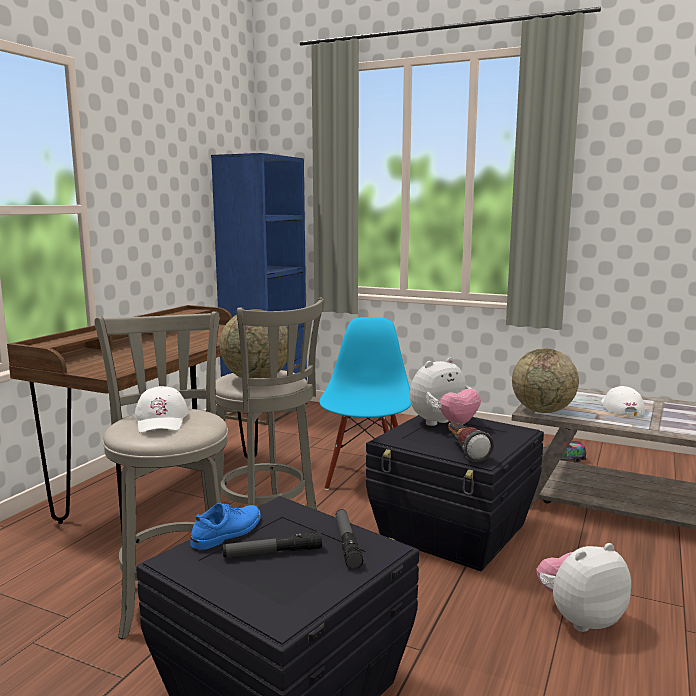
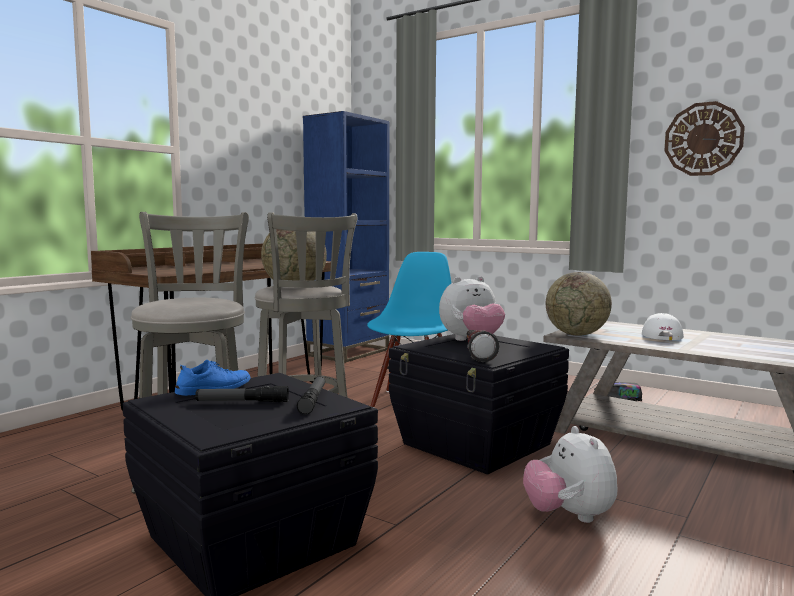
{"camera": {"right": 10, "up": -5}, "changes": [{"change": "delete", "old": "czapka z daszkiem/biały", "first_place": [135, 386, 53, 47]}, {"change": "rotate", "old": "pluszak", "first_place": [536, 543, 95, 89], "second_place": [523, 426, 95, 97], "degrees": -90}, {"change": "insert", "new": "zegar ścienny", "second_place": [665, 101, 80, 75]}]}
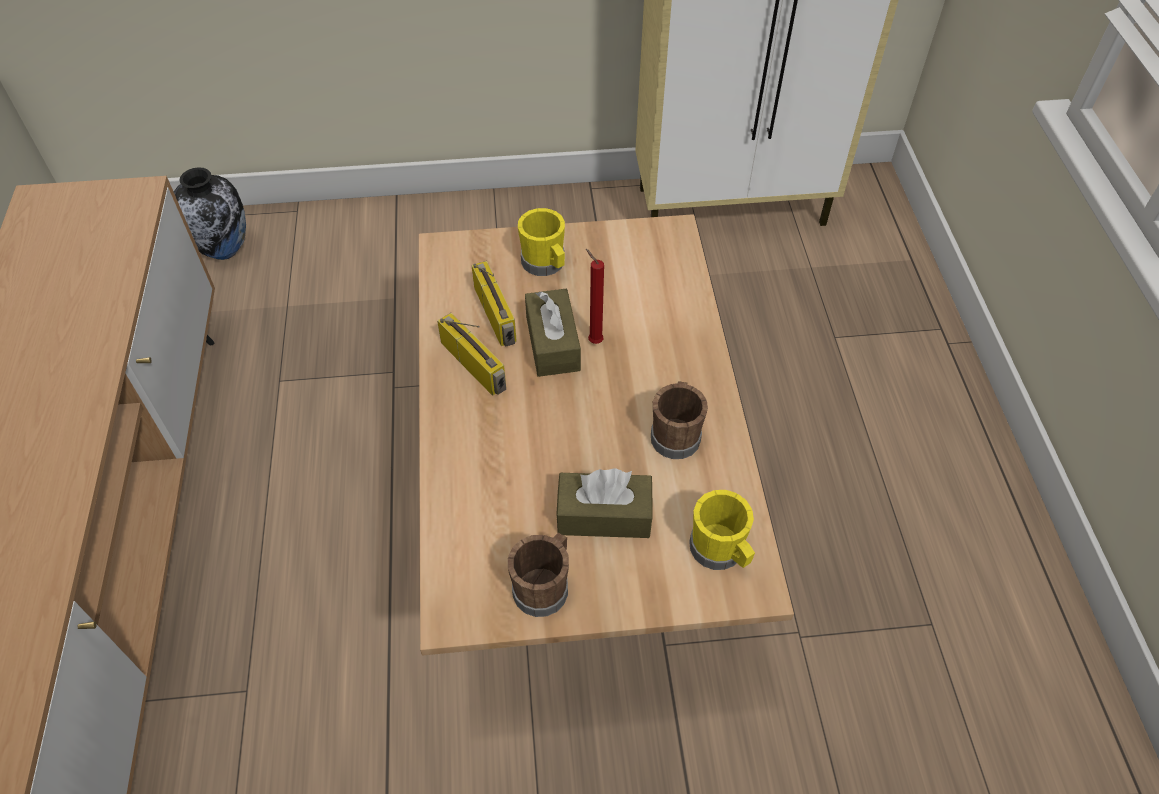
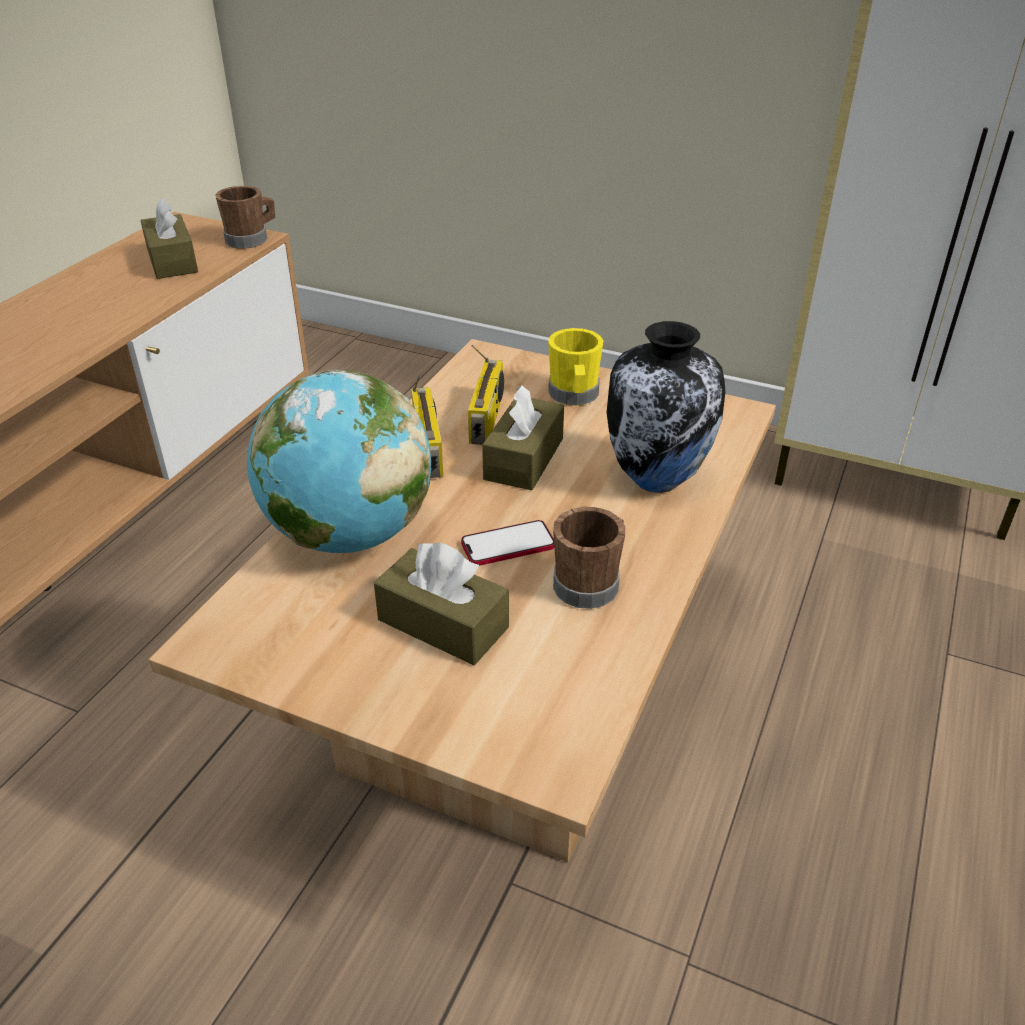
{"camera": {"right": 30, "up": -15}, "changes": [{"change": "move", "old": "wazon", "first_place": [174, 167, 72, 93], "second_place": [607, 321, 119, 172]}, {"change": "move", "old": "kubek/brązowy", "first_place": [508, 533, 61, 84], "second_place": [215, 186, 60, 63]}, {"change": "delete", "old": "świeca/czerwony", "first_place": [586, 249, 18, 95]}, {"change": "delete", "old": "kubek/żółty", "first_place": [689, 490, 66, 80]}, {"change": "insert", "new": "pudełko chusteczek/brązowy", "second_place": [140, 198, 58, 81]}, {"change": "insert", "new": "globus", "second_place": [247, 370, 184, 183]}, {"change": "insert", "new": "telefon", "second_place": [461, 520, 93, 46]}]}
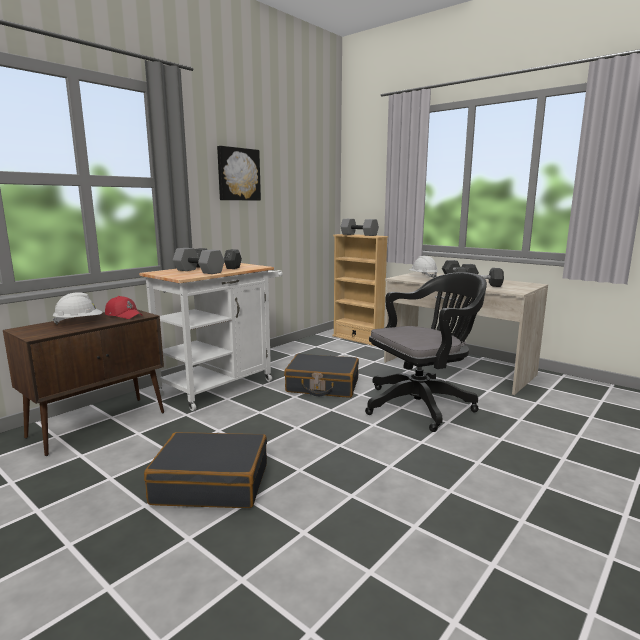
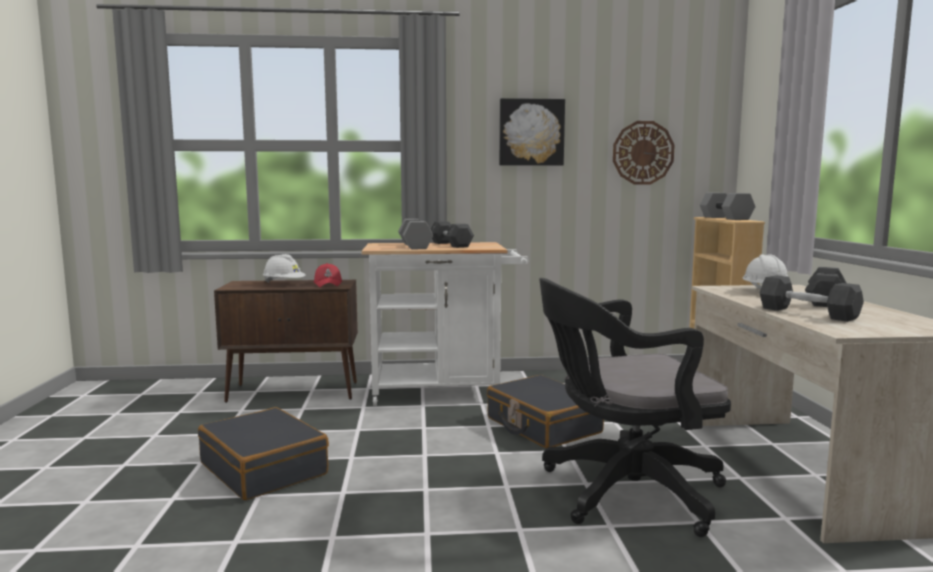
{"camera": {"right": 45, "up": -5}, "changes": [{"change": "rotate", "old": "krzesło biurowe/czarny", "first_place": [365, 272, 122, 160], "second_place": [539, 278, 192, 259], "degrees": 150}, {"change": "insert", "new": "zegar ścienny", "second_place": [613, 121, 62, 64]}]}
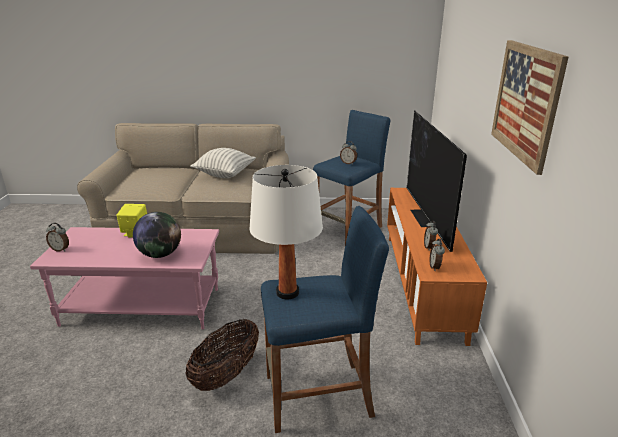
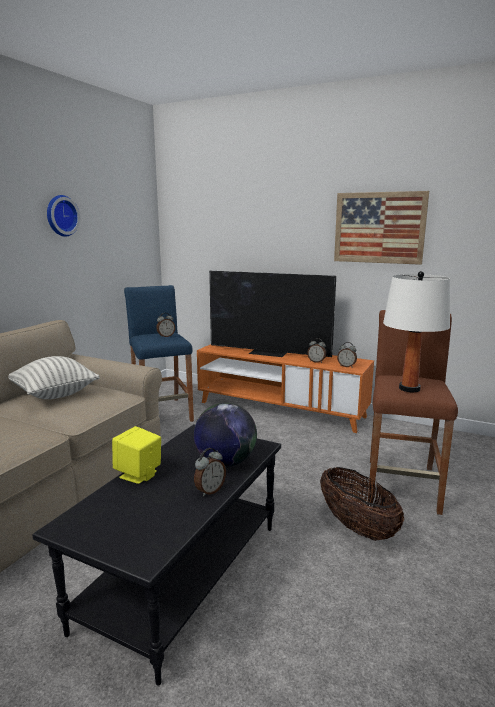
{"camera": {"right": -65, "up": -10}, "changes": [{"change": "recolor", "old": "ława/różowy", "new": "ława/czarny", "first_place": [30, 227, 189, 103], "second_place": [32, 424, 249, 262]}, {"change": "move", "old": "budzik", "first_place": [46, 223, 23, 29], "second_place": [194, 448, 32, 49]}, {"change": "recolor", "old": "stołek/niebieski", "new": "stołek/brązowy", "first_place": [261, 206, 128, 227], "second_place": [368, 310, 90, 205]}, {"change": "insert", "new": "zegar ścienny", "second_place": [47, 195, 33, 42]}]}
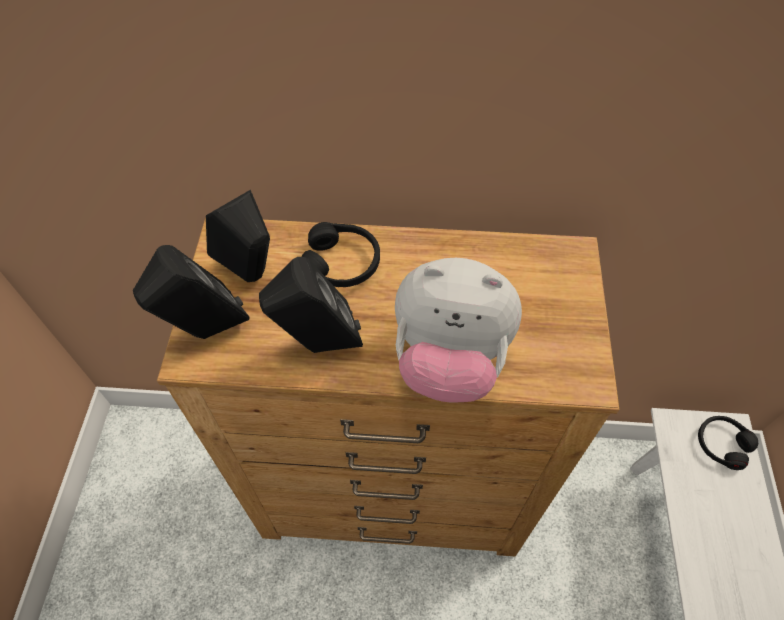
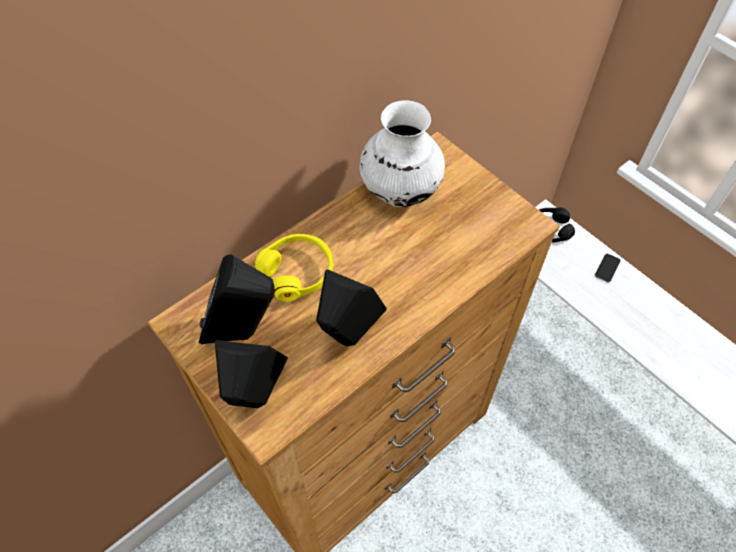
{"camera": {"right": -45, "up": 0}, "changes": [{"change": "recolor", "old": "słuchawki/czarny", "new": "słuchawki/żółty", "first_place": [301, 222, 79, 65], "second_place": [255, 234, 78, 68]}, {"change": "delete", "old": "pluszak", "first_place": [395, 258, 127, 144]}, {"change": "insert", "new": "wazon/biały", "second_place": [360, 100, 85, 107]}, {"change": "insert", "new": "telefon", "second_place": [595, 254, 25, 28]}]}
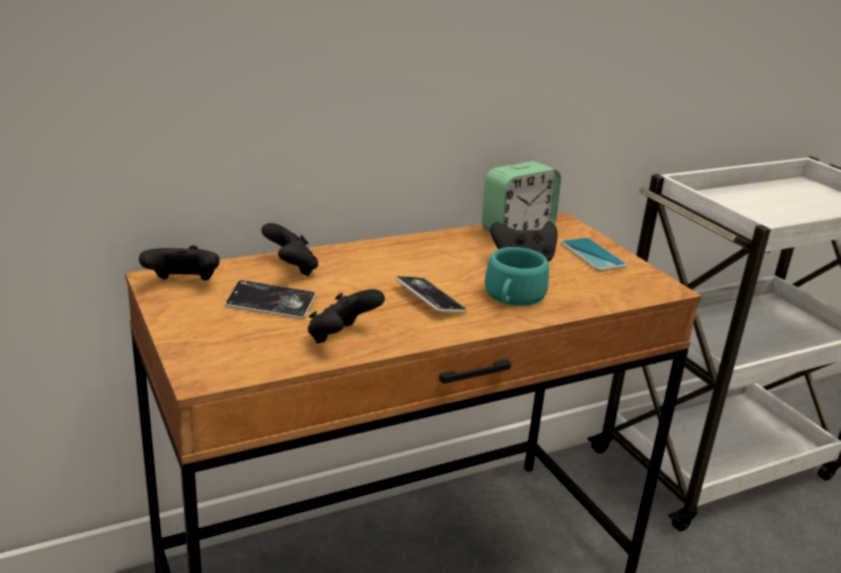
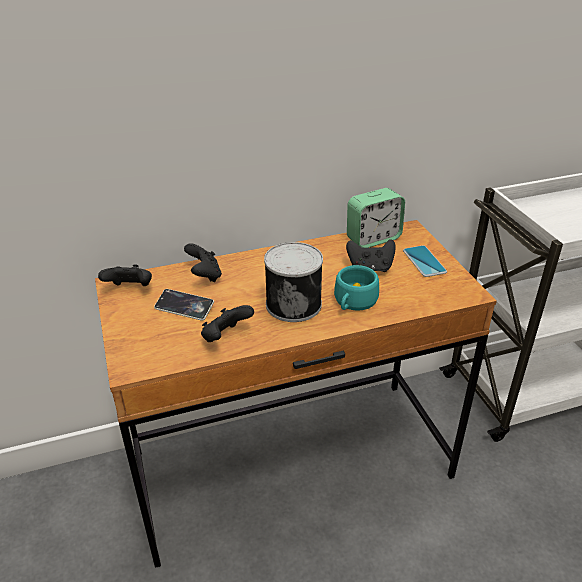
{"camera": {"right": 10, "up": 10}, "changes": [{"change": "replace", "old": "telefon", "new": "puszka", "first_place": [395, 276, 72, 37], "second_place": [264, 242, 59, 80]}]}
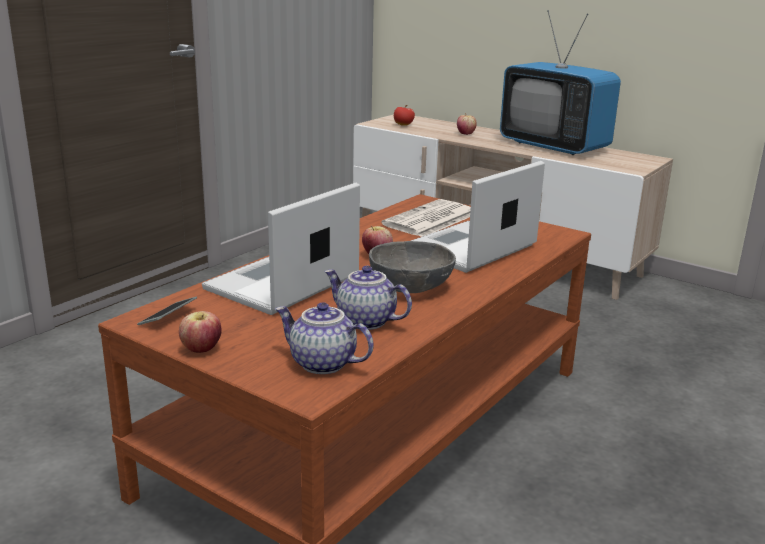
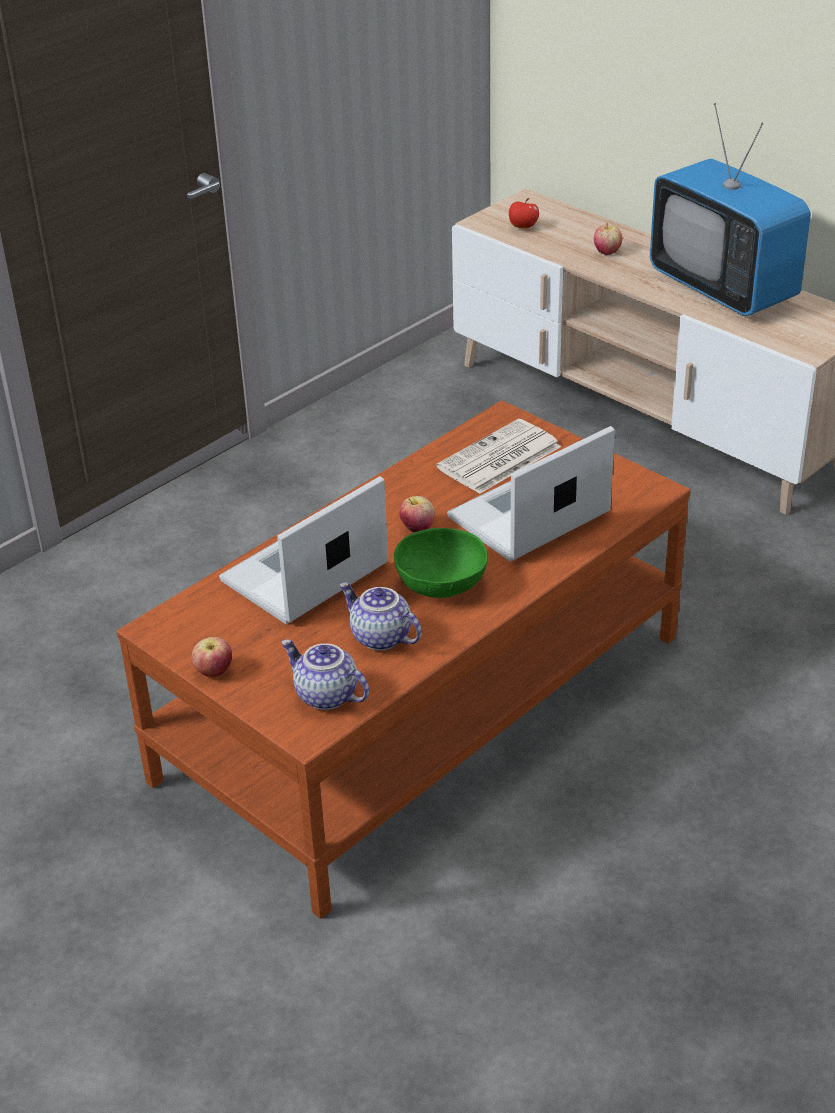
{"camera": {"right": 10, "up": 15}, "changes": [{"change": "delete", "old": "telefon", "first_place": [137, 297, 60, 28]}, {"change": "recolor", "old": "miska/szary", "new": "miska/zielony", "first_place": [369, 241, 87, 52], "second_place": [394, 528, 94, 70]}]}
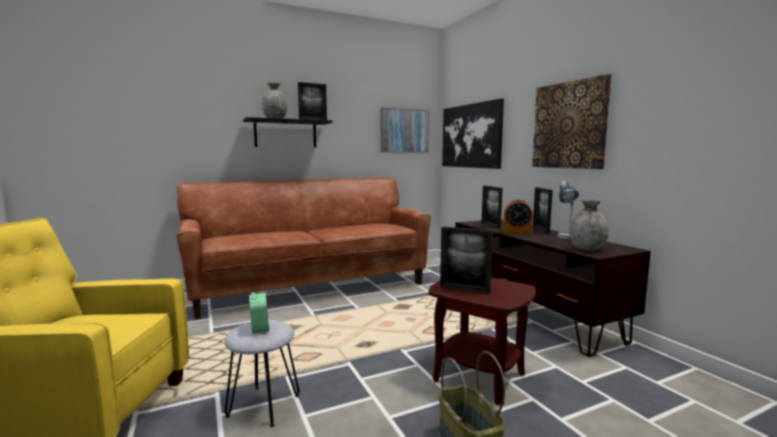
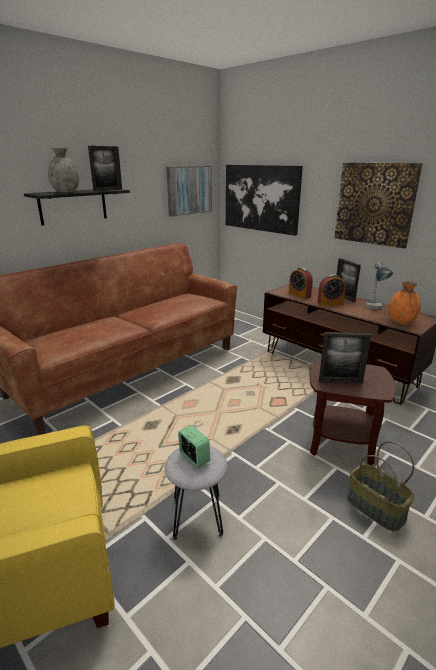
{"camera": {"right": -20, "up": 15}, "changes": [{"change": "replace", "old": "ramka na zdjęcie", "new": "budzik", "first_place": [482, 185, 21, 44], "second_place": [289, 268, 24, 31]}, {"change": "recolor", "old": "wazon/szary", "new": "wazon/pomarańczowy", "first_place": [569, 200, 40, 50], "second_place": [388, 281, 33, 43]}]}
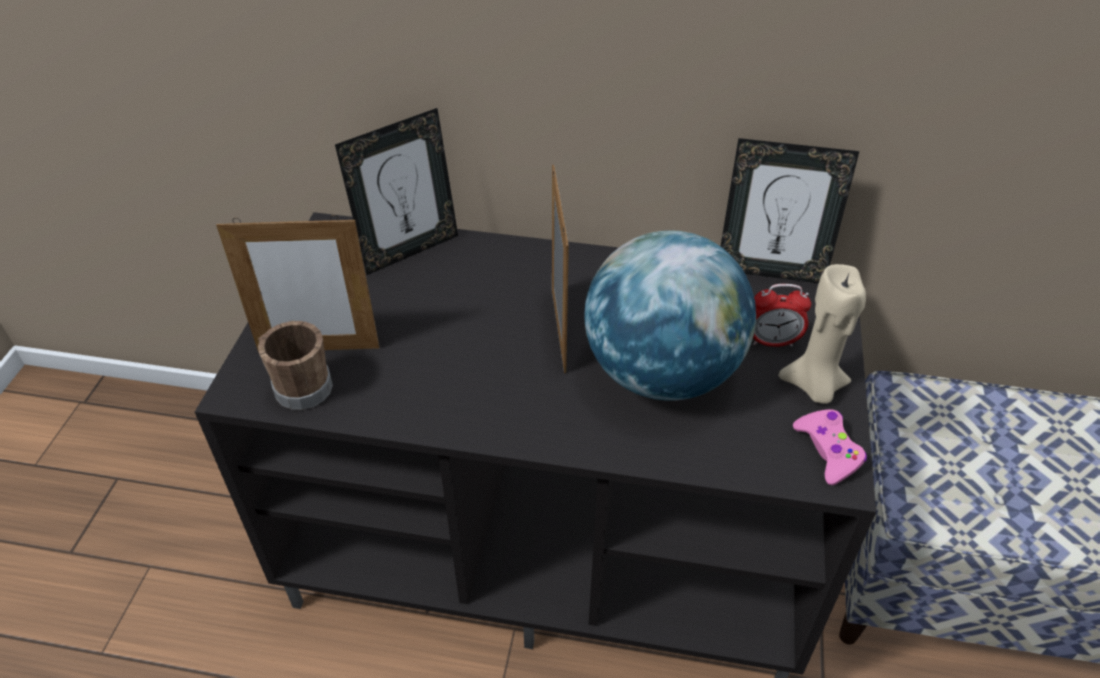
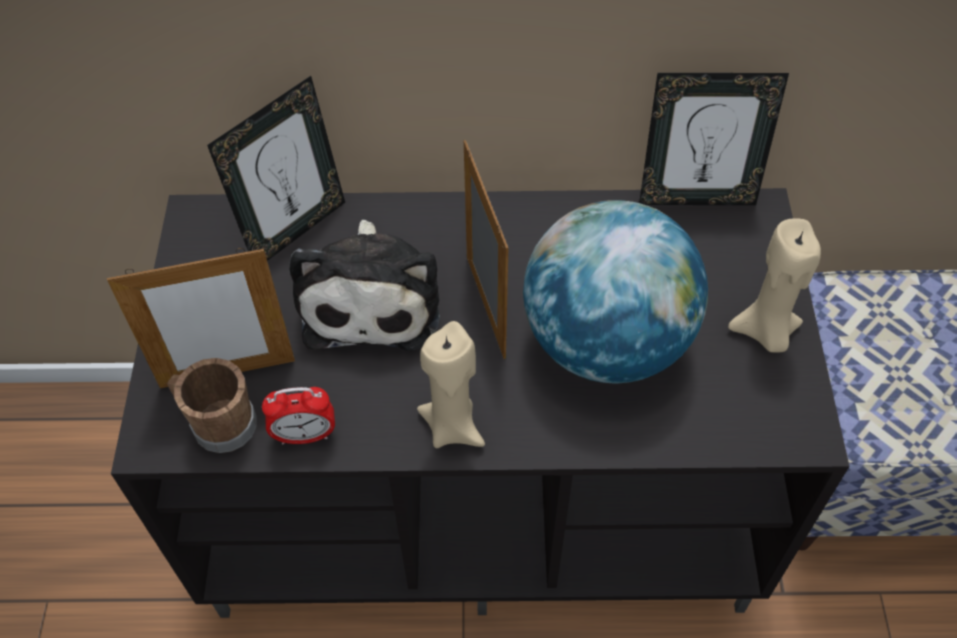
{"camera": {"right": -10, "up": 10}, "changes": [{"change": "move", "old": "budzik", "first_place": [753, 284, 58, 63], "second_place": [262, 387, 73, 57]}, {"change": "delete", "old": "pad do gier/różowy", "first_place": [793, 409, 74, 76]}, {"change": "insert", "new": "pluszak", "second_place": [289, 220, 151, 131]}, {"change": "insert", "new": "świeca/beżowy", "second_place": [417, 321, 68, 127]}]}
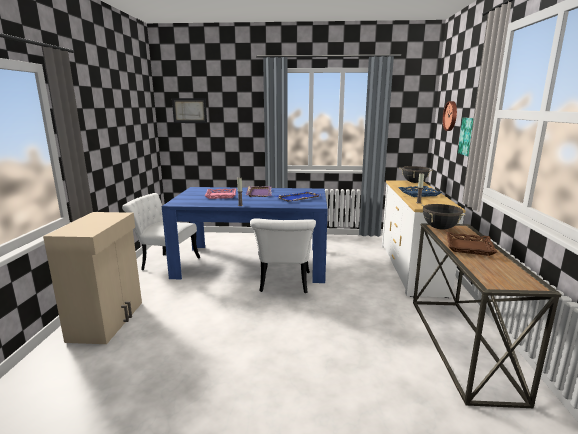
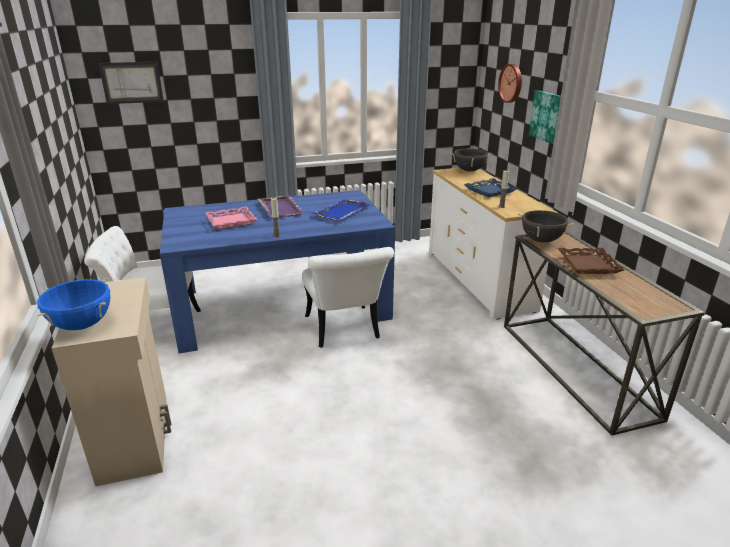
{"camera": {"right": -20, "up": 10}, "changes": [{"change": "insert", "new": "garnek/niebieski", "second_place": [37, 278, 73, 52]}]}
